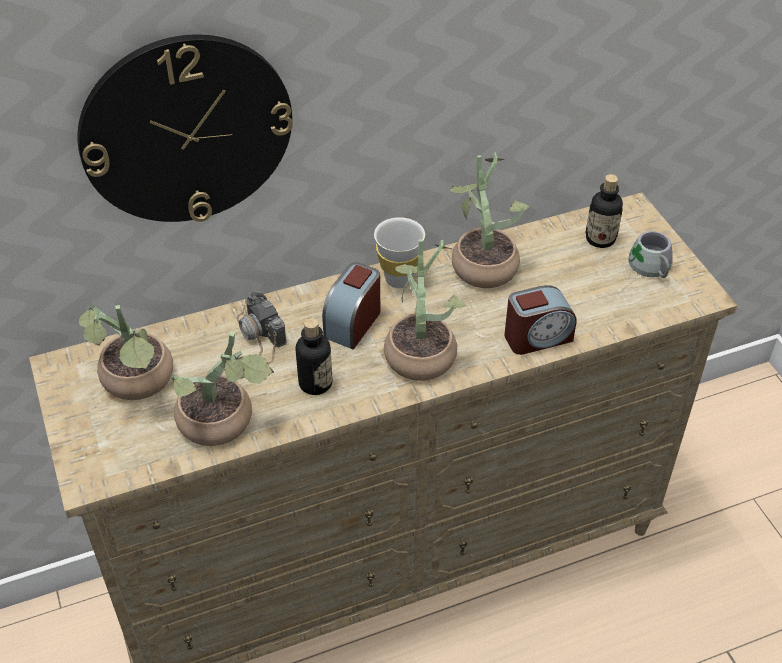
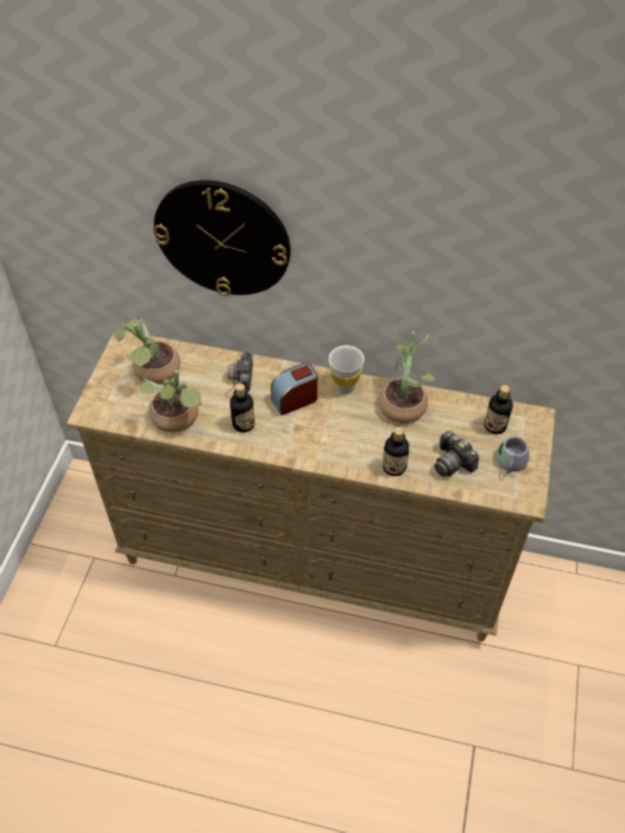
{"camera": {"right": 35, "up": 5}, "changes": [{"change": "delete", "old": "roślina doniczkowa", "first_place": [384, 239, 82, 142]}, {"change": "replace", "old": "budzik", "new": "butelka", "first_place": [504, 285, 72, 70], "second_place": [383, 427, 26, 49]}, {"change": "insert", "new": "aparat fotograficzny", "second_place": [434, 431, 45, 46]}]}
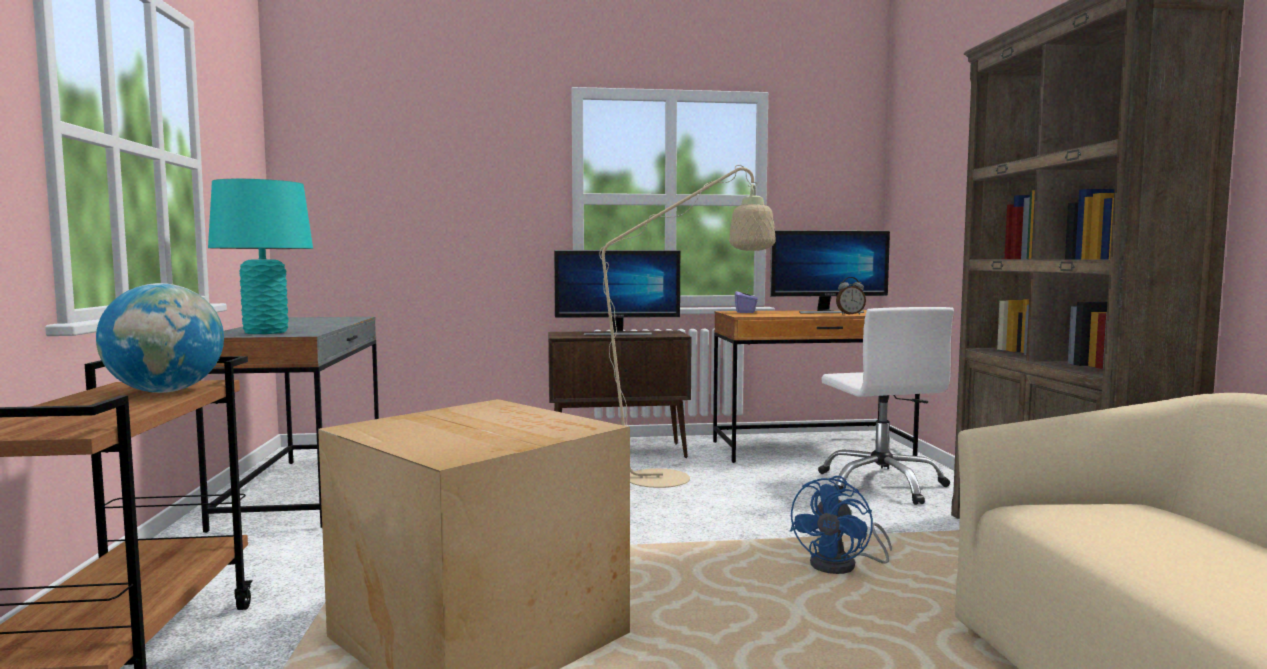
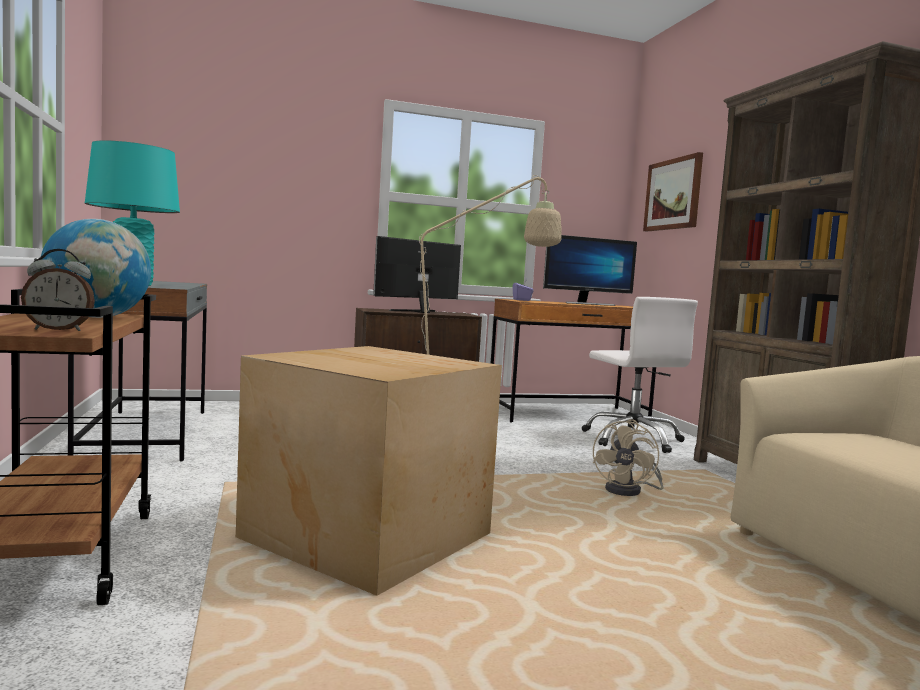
{"camera": {"right": -10, "up": 0}, "changes": [{"change": "rotate", "old": "monitor", "first_place": [554, 250, 126, 85], "second_place": [373, 236, 88, 77], "degrees": 150}, {"change": "recolor", "old": "wentylator/niebieski", "new": "wentylator/beżowy", "first_place": [790, 476, 102, 98], "second_place": [593, 419, 70, 77]}, {"change": "move", "old": "budzik", "first_place": [836, 277, 30, 38], "second_place": [21, 249, 74, 82]}, {"change": "insert", "new": "obraz", "second_place": [643, 152, 60, 79]}]}
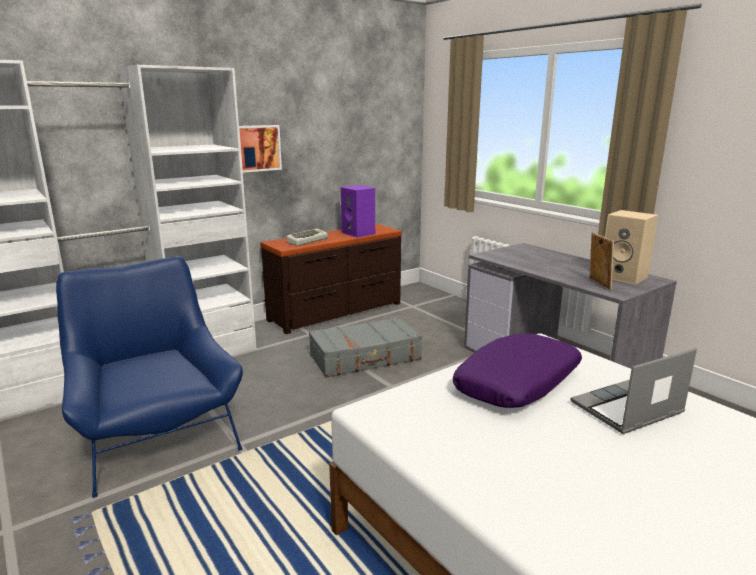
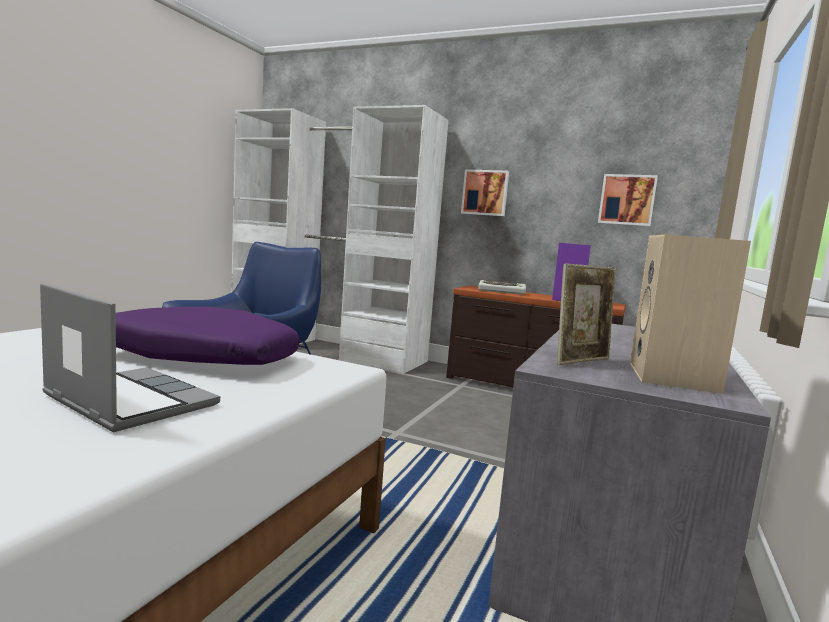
{"camera": {"right": 60, "up": -10}, "changes": [{"change": "delete", "old": "walizka/szary", "first_place": [309, 317, 113, 61]}, {"change": "insert", "new": "obraz", "second_place": [598, 174, 60, 52]}]}
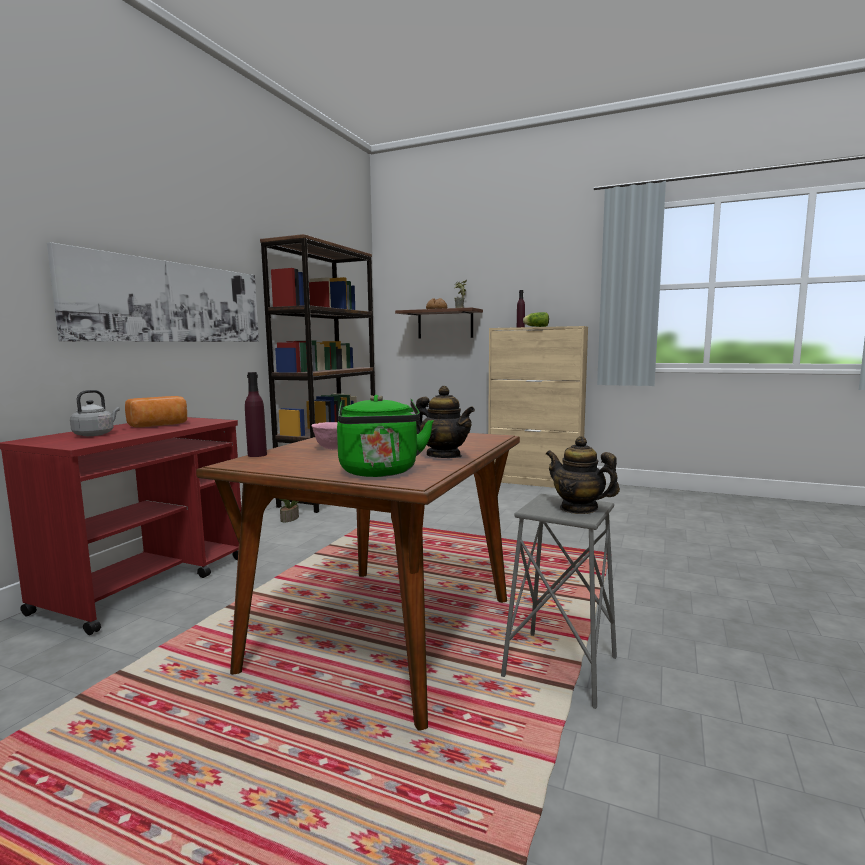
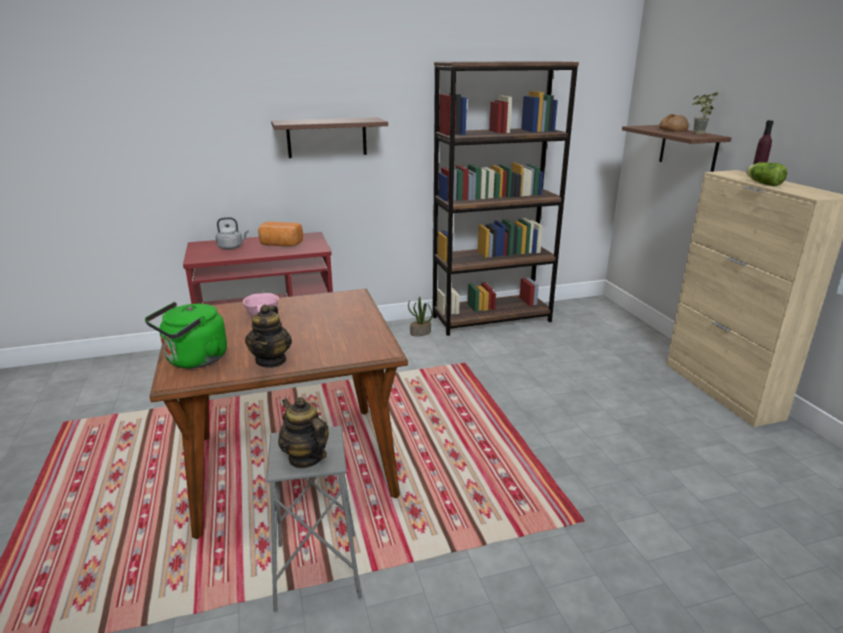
{"camera": {"right": 50, "up": 15}, "changes": [{"change": "replace", "old": "obraz", "new": "półka", "first_place": [47, 242, 212, 100], "second_place": [271, 117, 117, 41]}, {"change": "delete", "old": "butelka/fioletowy", "first_place": [245, 372, 22, 85]}, {"change": "rotate", "old": "imbryk", "first_place": [546, 436, 74, 78], "second_place": [278, 397, 51, 72], "degrees": -45}]}
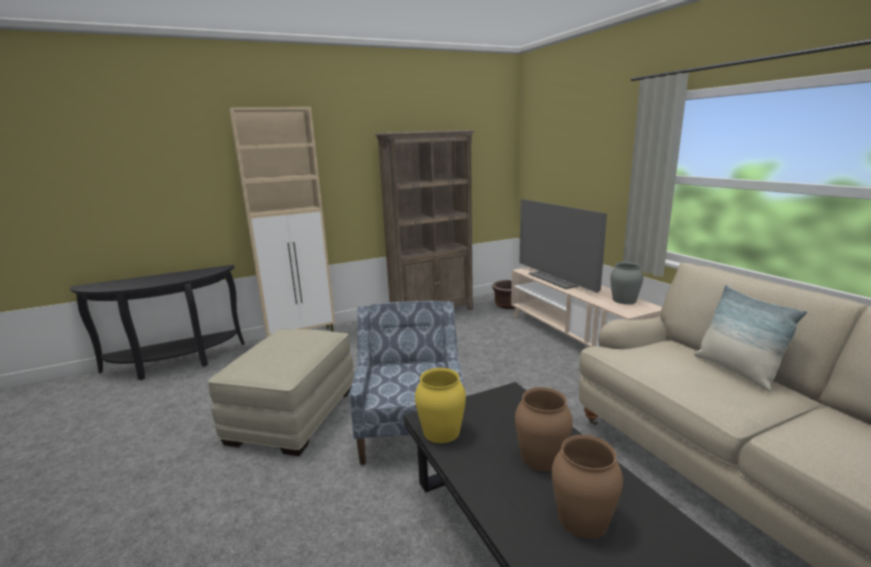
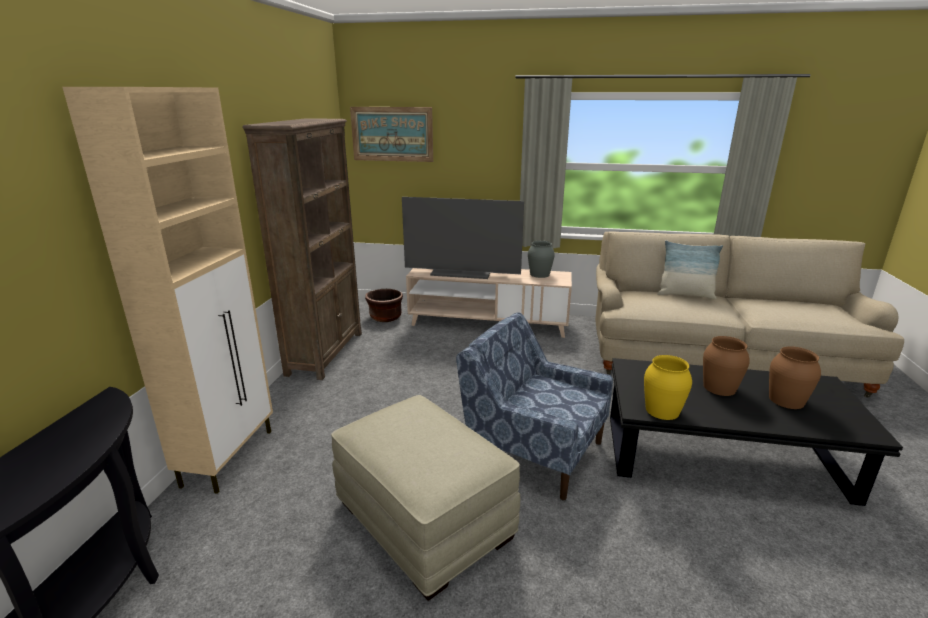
{"camera": {"right": -55, "up": 5}, "changes": [{"change": "insert", "new": "obraz", "second_place": [350, 107, 83, 55]}]}
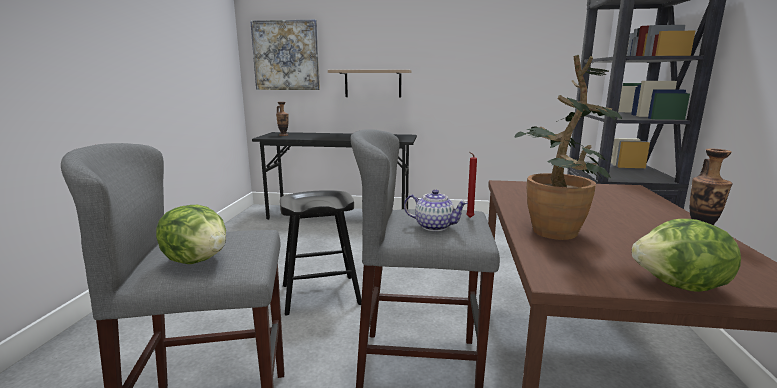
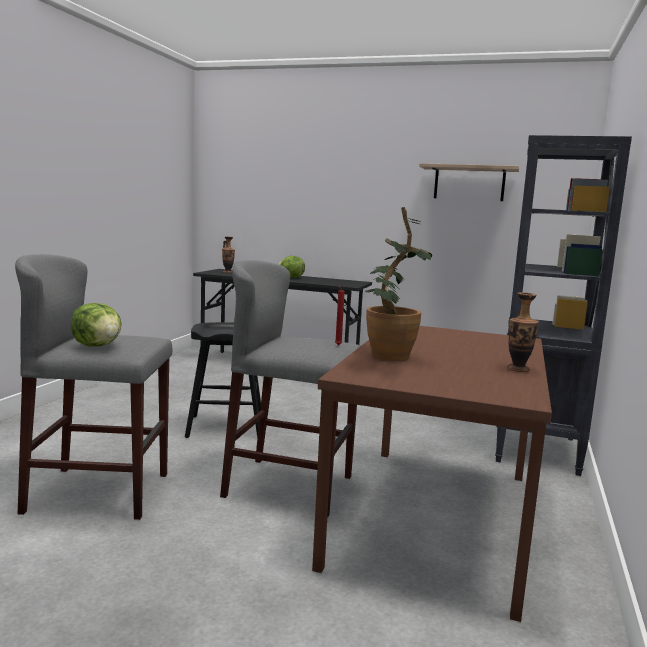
{"camera": {"right": 10, "up": -5}, "changes": [{"change": "delete", "old": "obraz", "first_place": [250, 19, 70, 71]}, {"change": "move", "old": "półka", "first_place": [328, 70, 83, 28], "second_place": [419, 163, 100, 38]}, {"change": "delete", "old": "imbryk", "first_place": [404, 189, 64, 42]}, {"change": "move", "old": "sałata", "first_place": [632, 219, 109, 73], "second_place": [278, 256, 27, 22]}]}
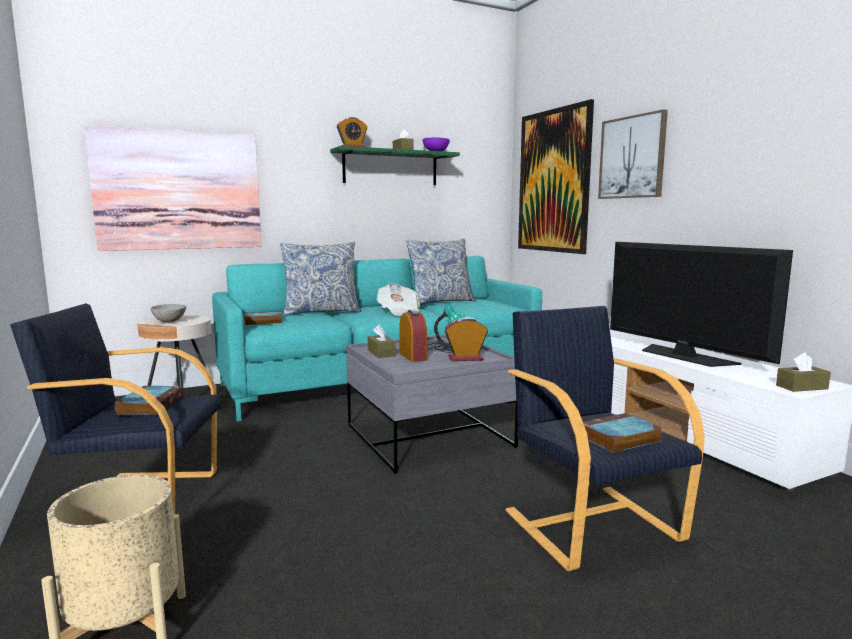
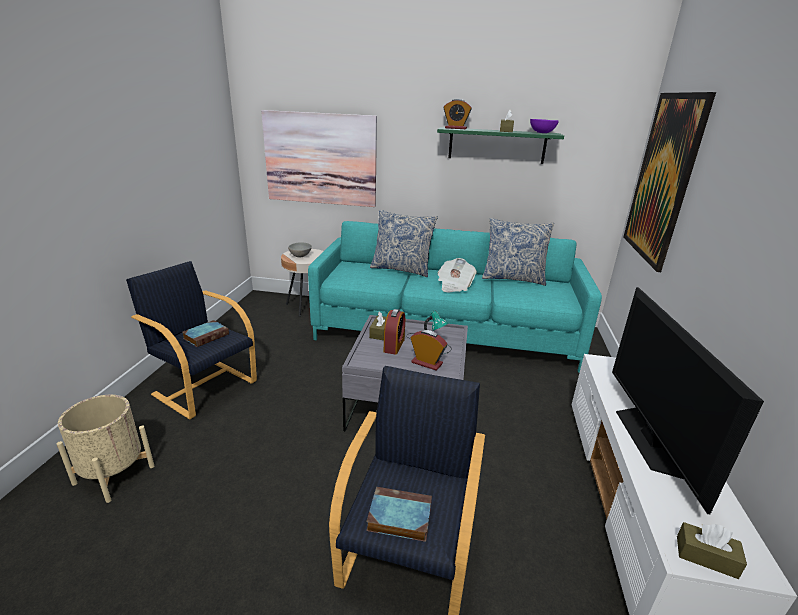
{"camera": {"right": 35, "up": 15}, "changes": [{"change": "delete", "old": "książka", "first_place": [244, 311, 39, 14]}, {"change": "delete", "old": "obraz", "first_place": [598, 109, 70, 90]}]}
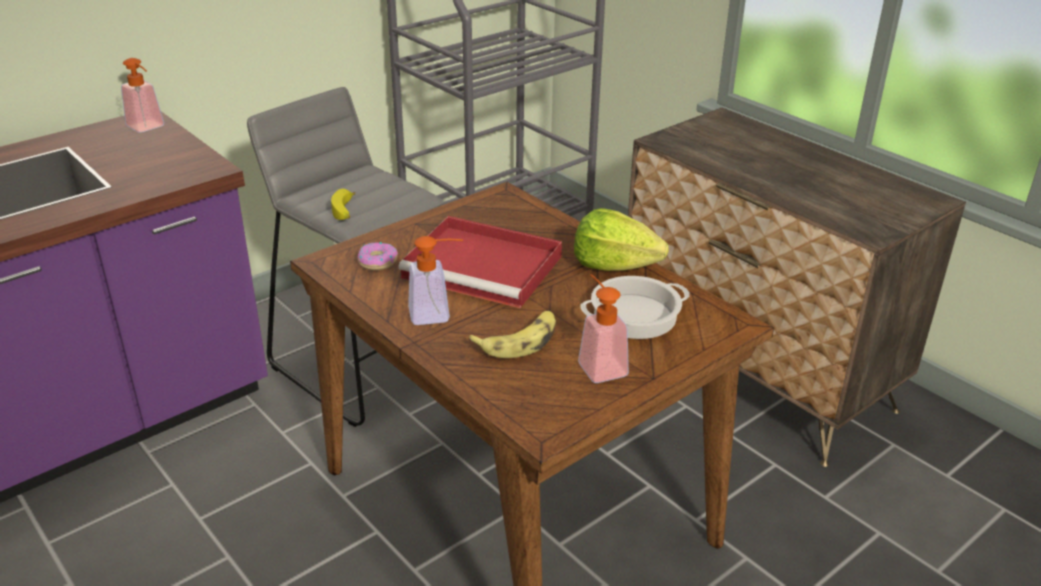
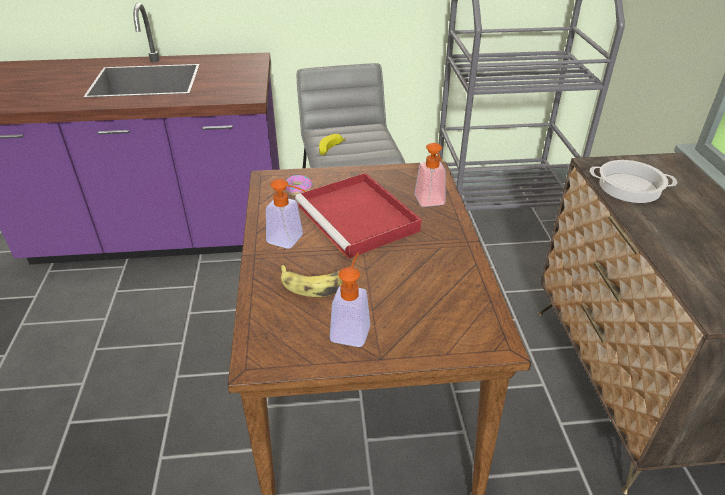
{"camera": {"right": 35, "up": 5}, "changes": [{"change": "move", "old": "dozownik mydła", "first_place": [121, 58, 43, 74], "second_place": [414, 143, 32, 64]}, {"change": "delete", "old": "sałata", "first_place": [574, 208, 95, 63]}, {"change": "move", "old": "garnek", "first_place": [580, 276, 110, 63], "second_place": [590, 160, 87, 43]}]}
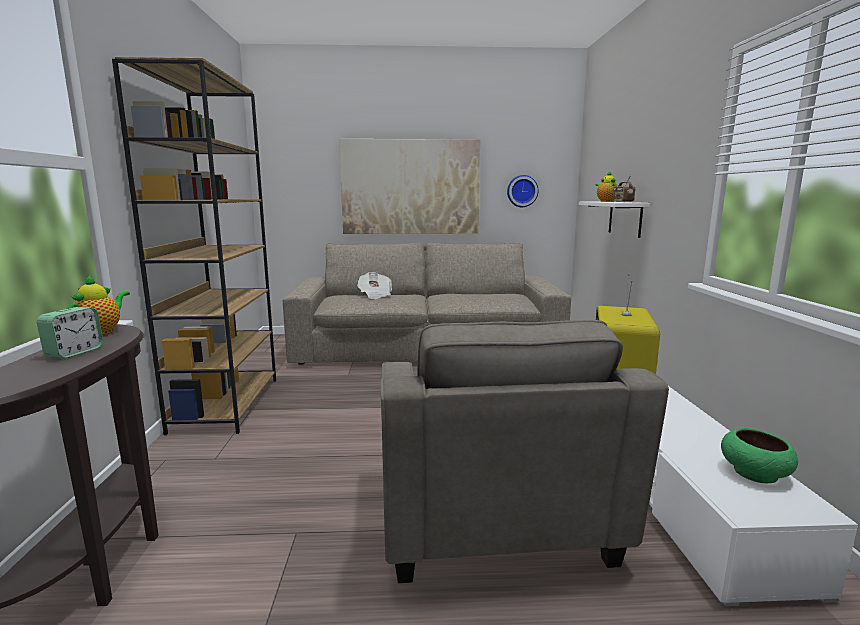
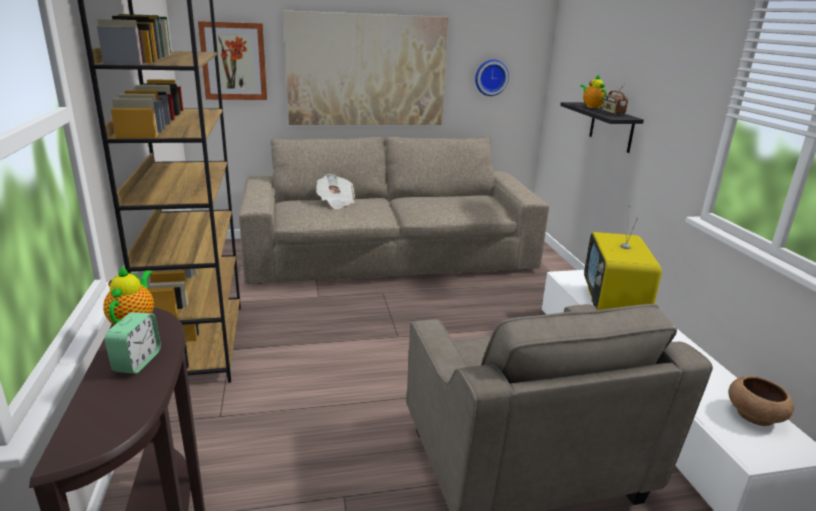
{"camera": {"right": -10, "up": 10}, "changes": [{"change": "recolor", "old": "półka/biały", "new": "półka/czarny", "first_place": [579, 202, 71, 36], "second_place": [560, 102, 84, 51]}, {"change": "recolor", "old": "miska/zielony", "new": "miska/brązowy", "first_place": [721, 428, 77, 55], "second_place": [728, 376, 66, 50]}, {"change": "insert", "new": "obraz", "second_place": [198, 21, 69, 79]}]}
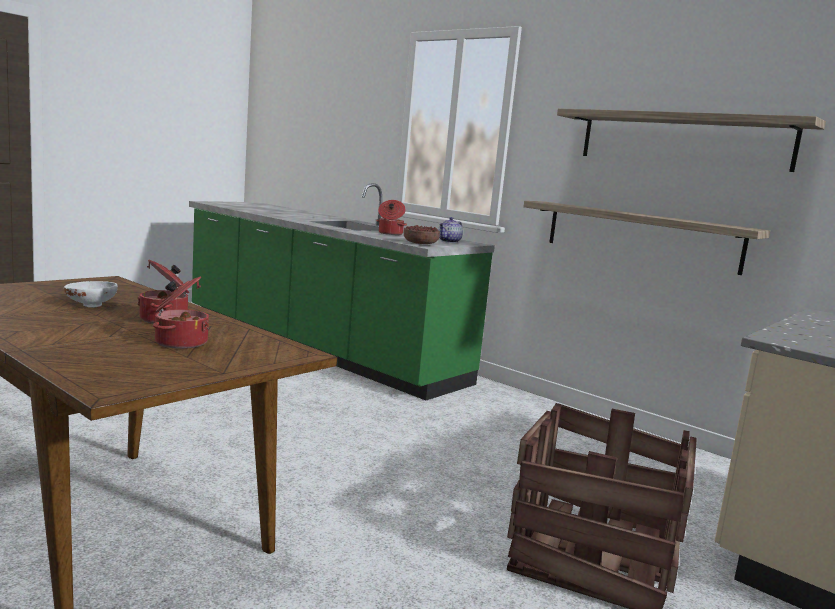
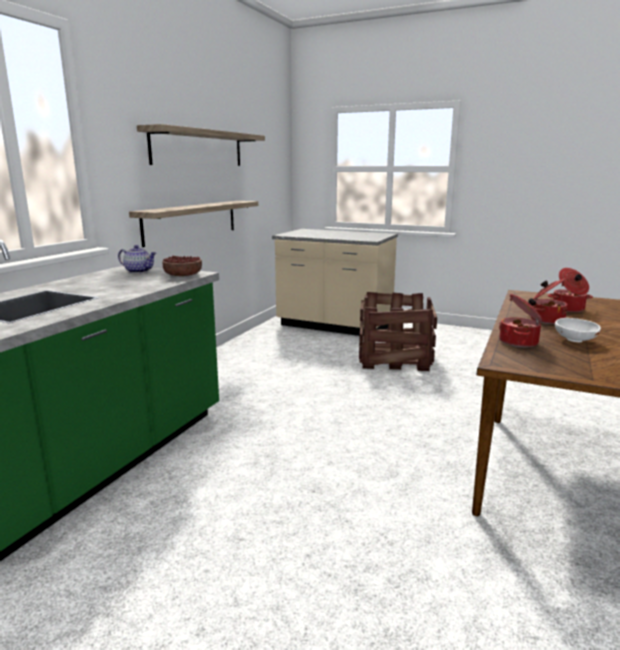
{"camera": {"right": -105, "up": 5}, "changes": [{"change": "move", "old": "garnek", "first_place": [376, 200, 31, 35], "second_place": [499, 294, 44, 54]}]}
